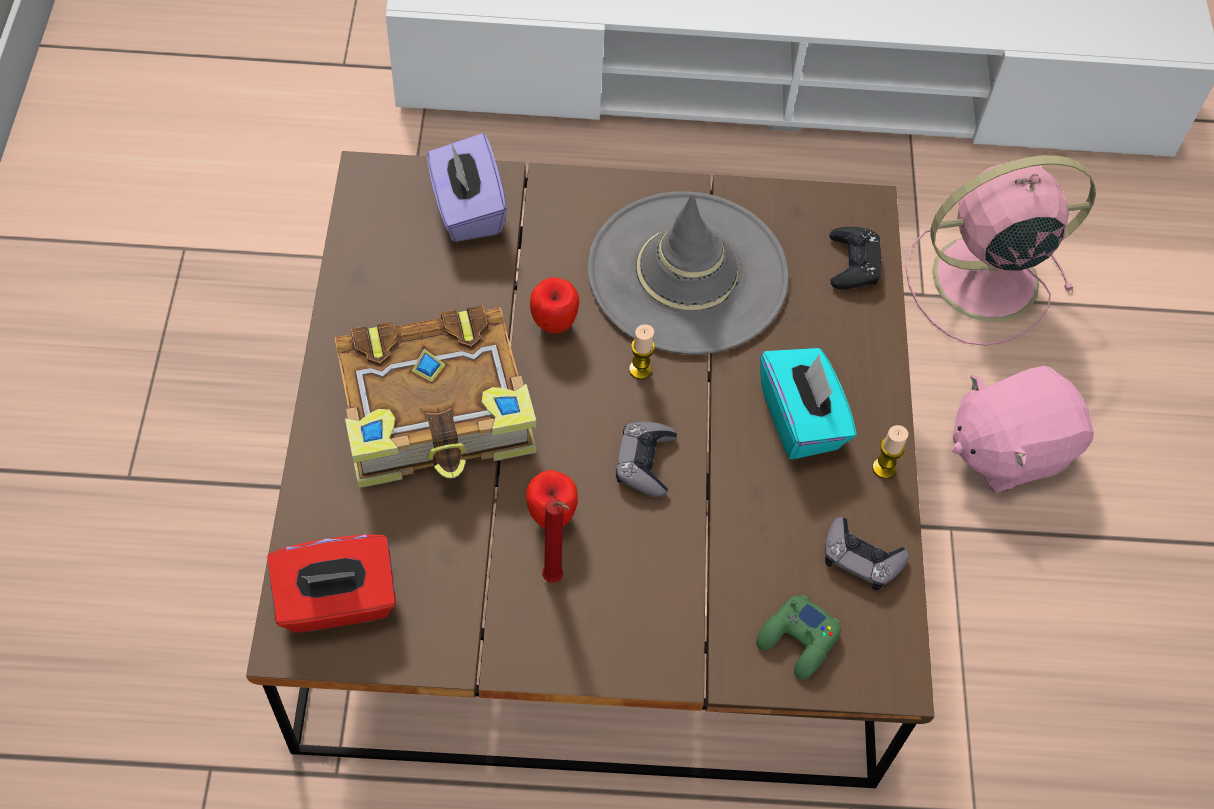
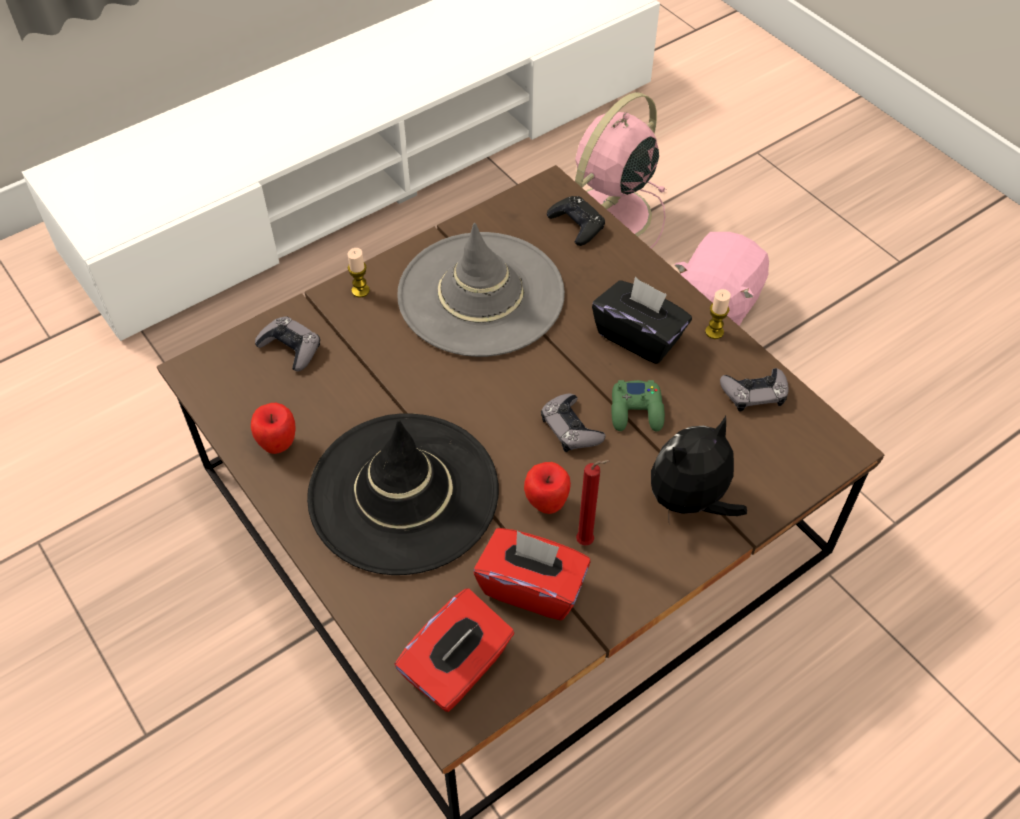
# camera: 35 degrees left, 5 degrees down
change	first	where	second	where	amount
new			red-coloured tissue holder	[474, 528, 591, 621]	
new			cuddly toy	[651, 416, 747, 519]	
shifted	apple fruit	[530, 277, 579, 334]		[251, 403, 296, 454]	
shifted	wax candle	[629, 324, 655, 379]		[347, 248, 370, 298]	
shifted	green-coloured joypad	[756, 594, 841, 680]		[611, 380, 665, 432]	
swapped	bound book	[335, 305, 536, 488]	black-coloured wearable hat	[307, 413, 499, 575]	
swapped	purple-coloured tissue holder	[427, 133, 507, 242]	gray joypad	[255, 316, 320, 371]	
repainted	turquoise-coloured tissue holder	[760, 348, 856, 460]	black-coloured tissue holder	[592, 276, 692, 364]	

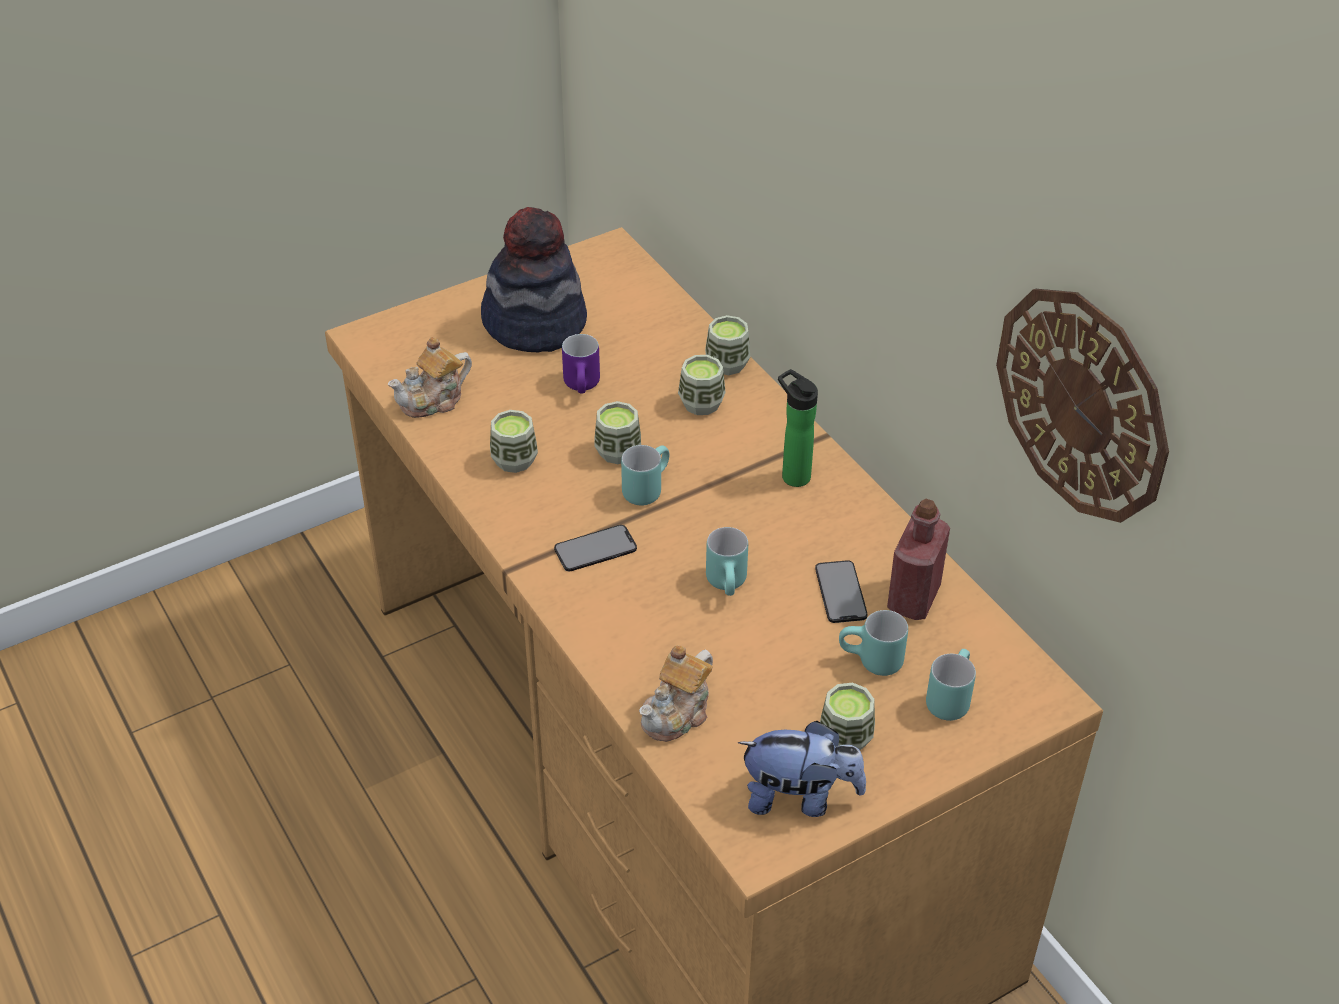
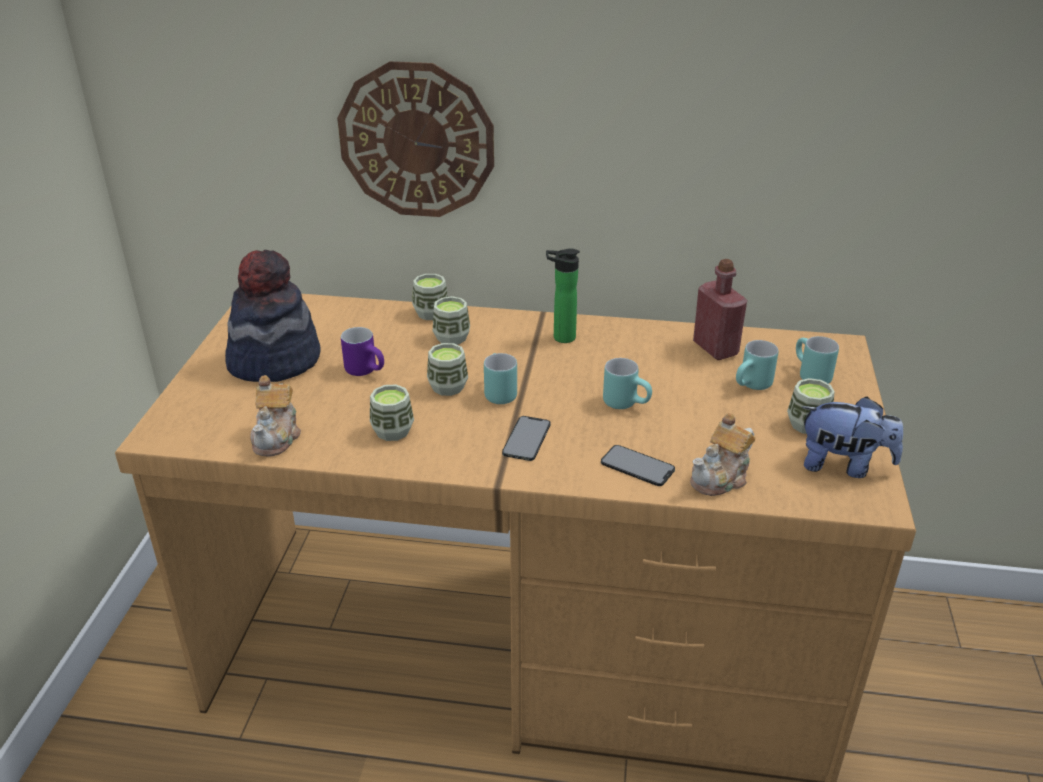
# camera: 50 degrees left, 10 degrees down
change	first	where	second	where	amount
shifted	telephone	[815, 560, 867, 623]		[601, 445, 675, 486]	
shifted	wall clock	[996, 289, 1169, 523]		[337, 61, 494, 217]	
rotated	tea pot	[639, 645, 713, 742]		[690, 413, 756, 496]	60 degrees clockwise
rotated	cuddly toy	[738, 721, 866, 817]		[802, 397, 903, 478]	60 degrees clockwise

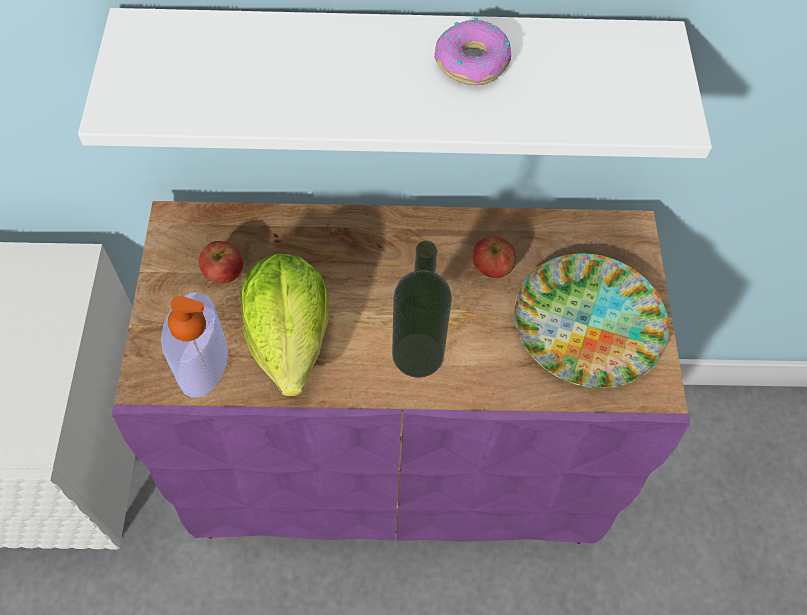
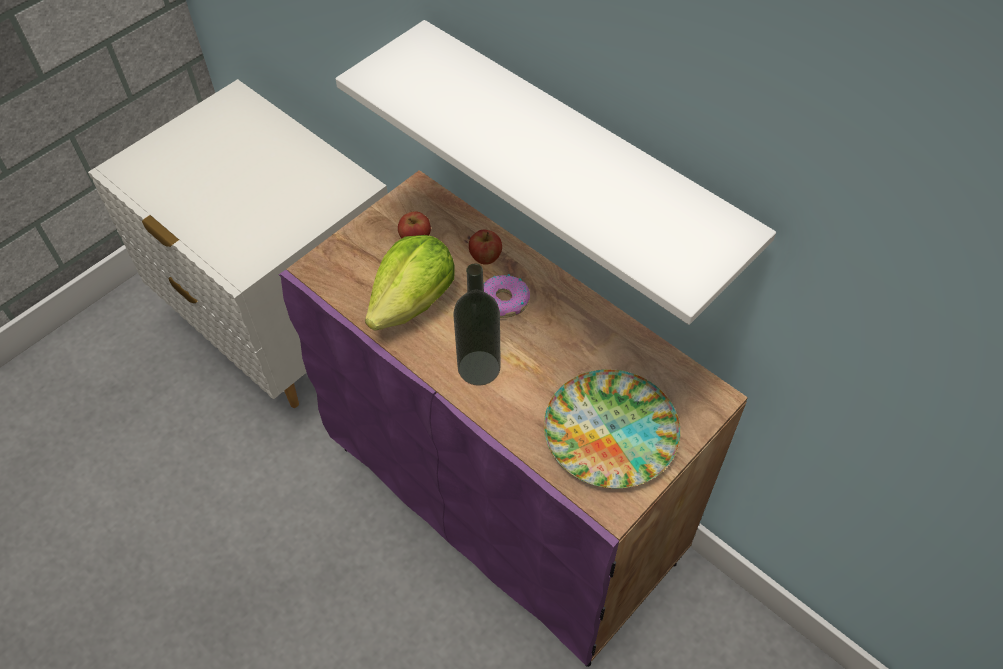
# camera: 45 degrees right, 5 degrees down
change	first	where	second	where	amount
gone	liquid soap bottle	[161, 292, 228, 398]			
shifted	donut	[434, 18, 511, 85]		[484, 274, 530, 318]	
shifted	apple fruit	[473, 236, 516, 278]		[469, 230, 502, 265]	

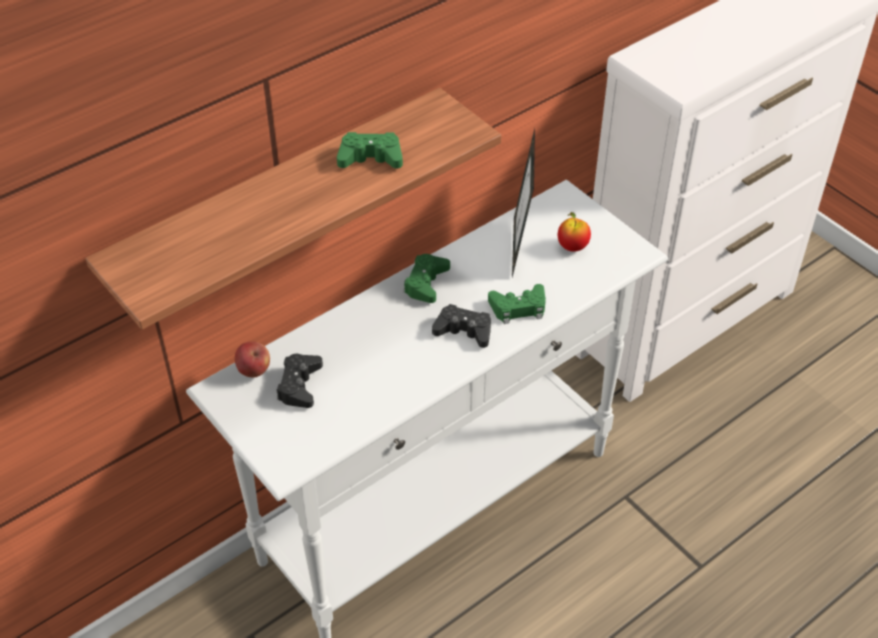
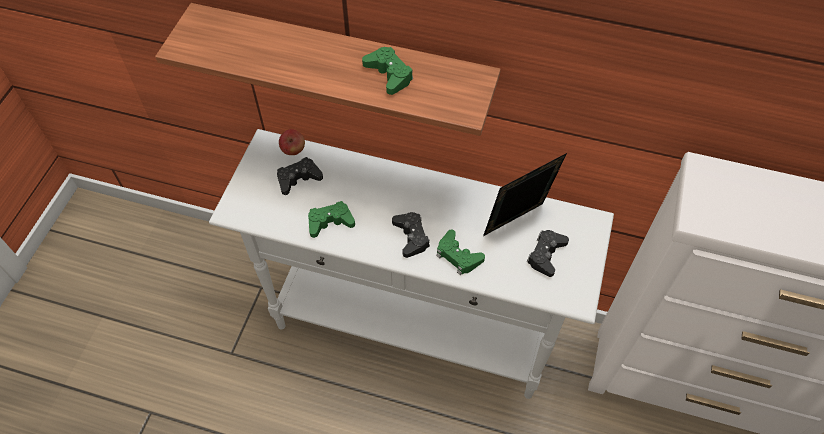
# camera: 55 degrees right, 10 degrees up
change	first	where	second	where	amount
shifted	green-coloured joypad	[403, 254, 450, 303]		[308, 201, 355, 238]	
swapped	apple fruit	[558, 212, 591, 252]	black-coloured joypad	[527, 230, 569, 277]	

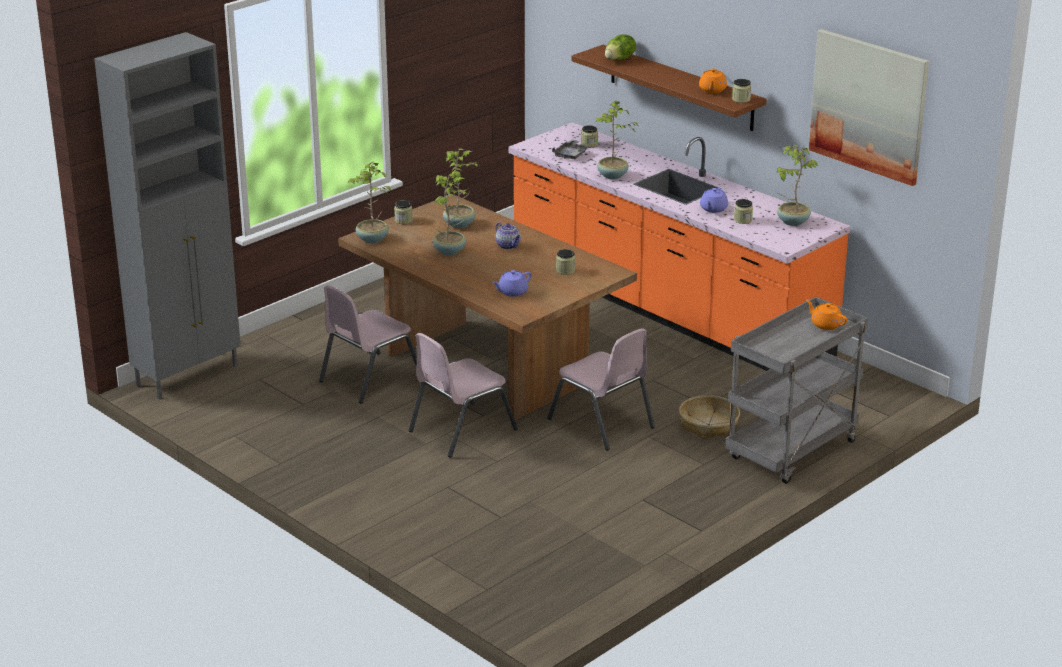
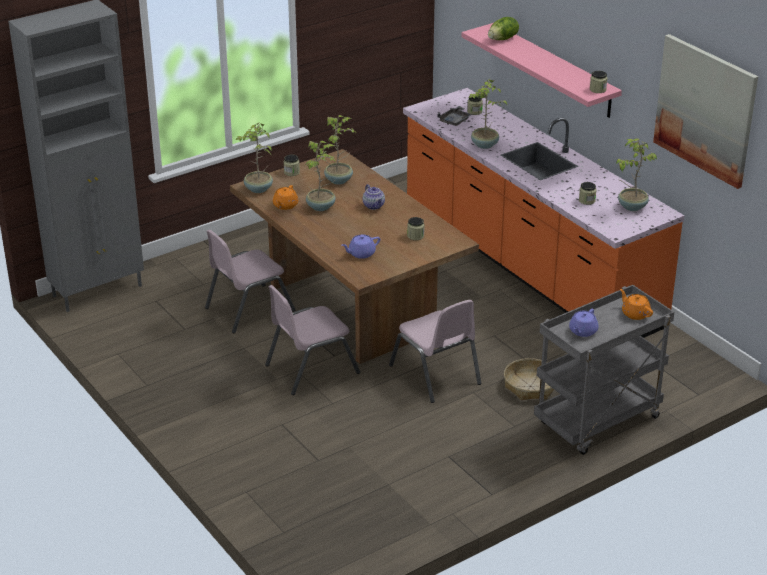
# camera: 10 degrees right, 5 degrees up
change	first	where	second	where	amount
shifted	orange tea pot	[699, 69, 727, 93]		[273, 185, 298, 210]	
shifted	purple-coloured tea pot	[700, 188, 728, 213]		[569, 309, 598, 337]	
repainted	brownish wall shelf	[572, 45, 767, 131]	pink-coloured wall shelf	[461, 23, 622, 118]	

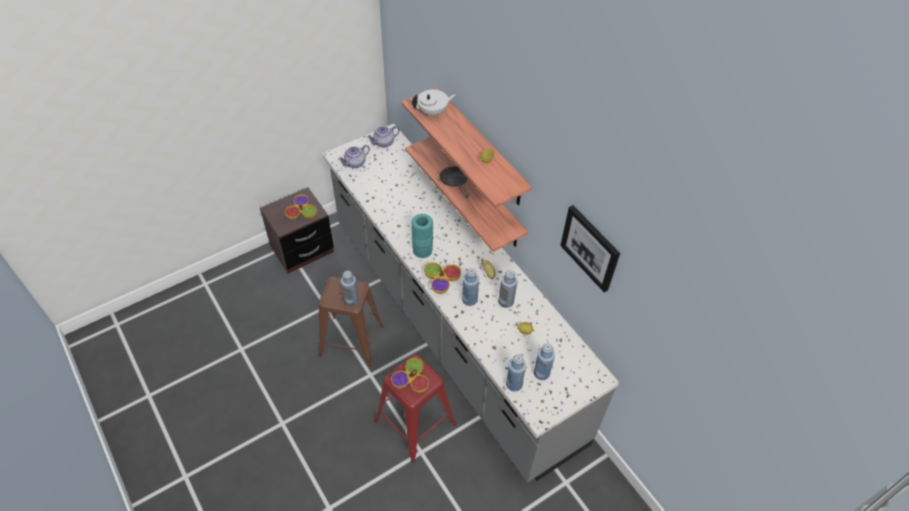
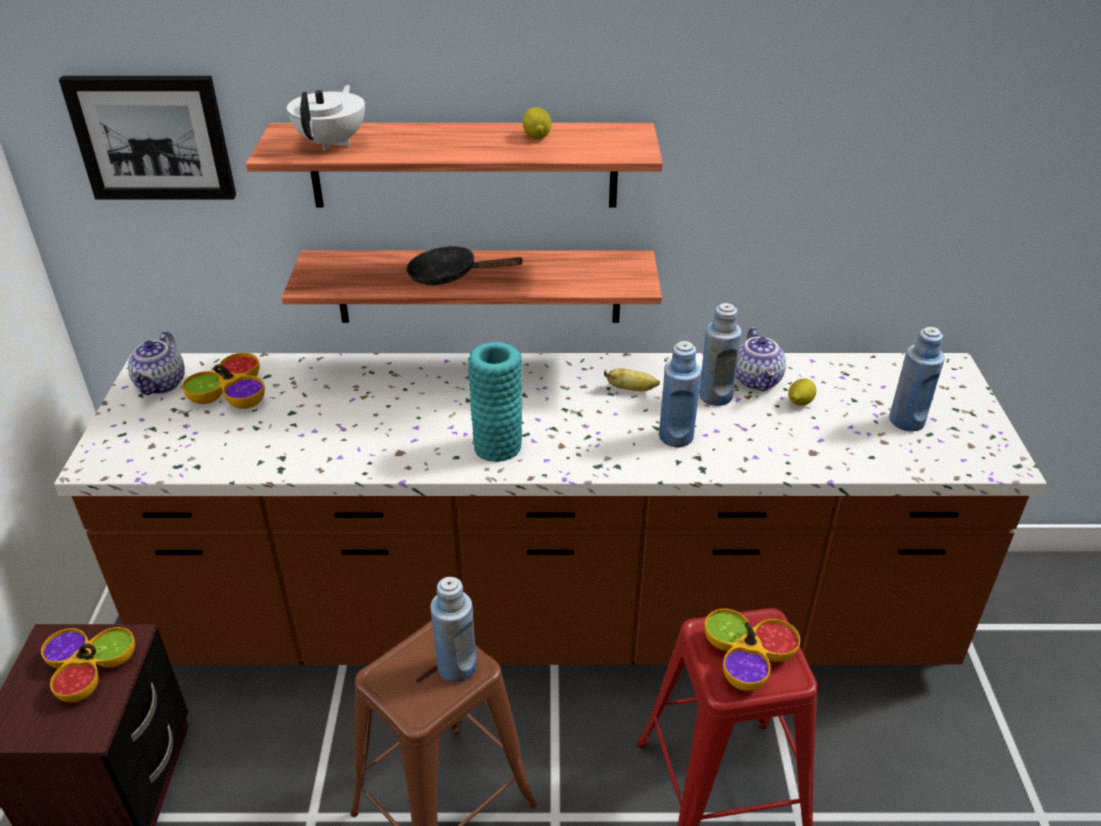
# camera: 55 degrees left, 15 degrees down
change	first	where	second	where	amount
gone	blue bottle	[506, 355, 526, 391]			
shifted	tea pot	[338, 145, 370, 168]		[736, 327, 786, 391]	
shifted	bowl	[424, 262, 461, 294]		[182, 353, 265, 409]	
shifted	wall picture	[560, 205, 620, 293]		[59, 76, 236, 200]	
repainted	gray counter	[322, 124, 619, 482]	brownish counter	[54, 353, 1047, 665]	

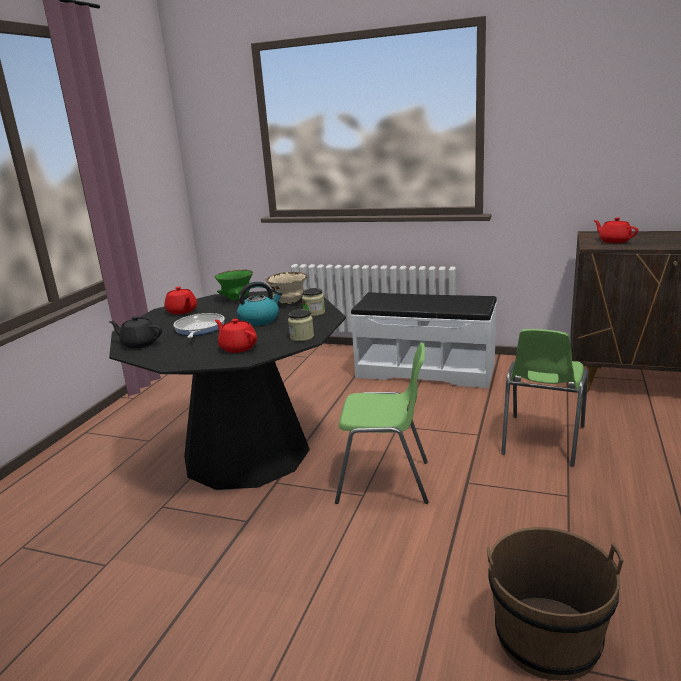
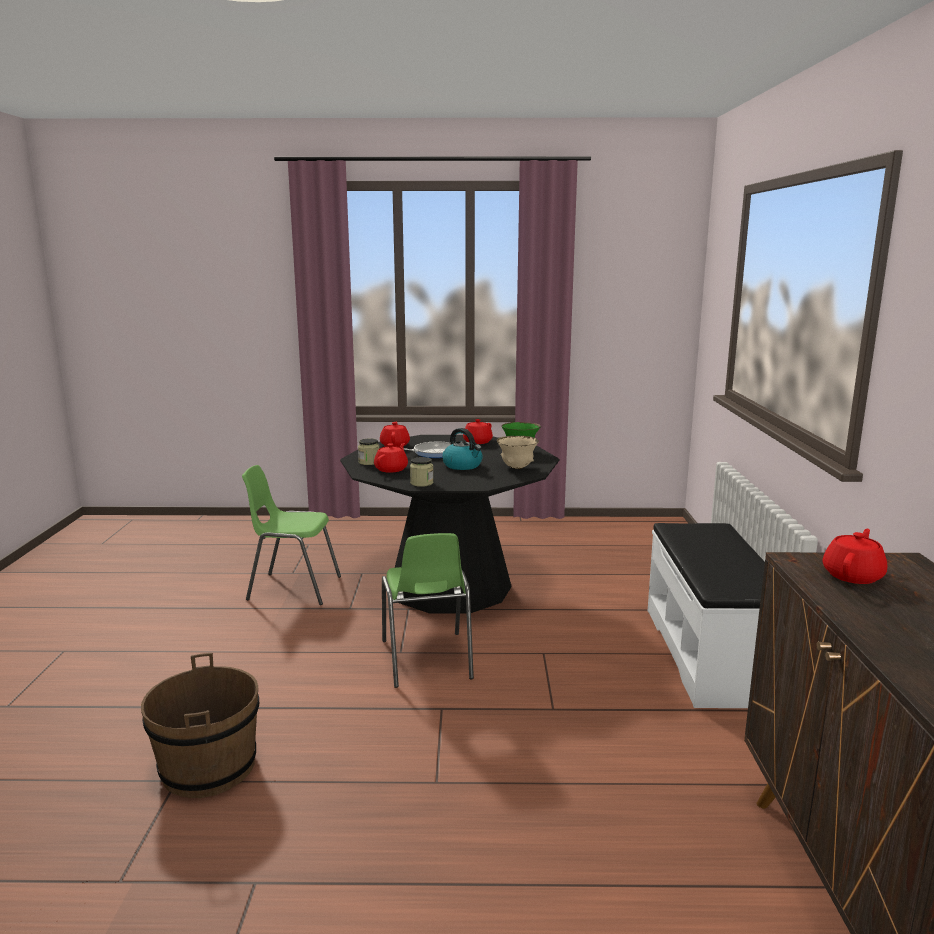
# camera: 70 degrees right, 5 degrees down
change	first	where	second	where	amount
shifted	preserve jar	[302, 288, 325, 316]		[358, 438, 379, 465]	
shifted	green-coloured upright chair	[501, 329, 588, 467]		[242, 465, 341, 605]	
repainted	black-coloured tea pot	[109, 316, 162, 348]	red-coloured tea pot	[380, 422, 410, 447]	

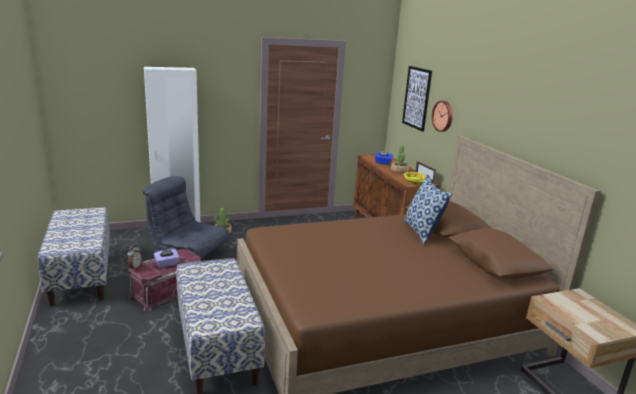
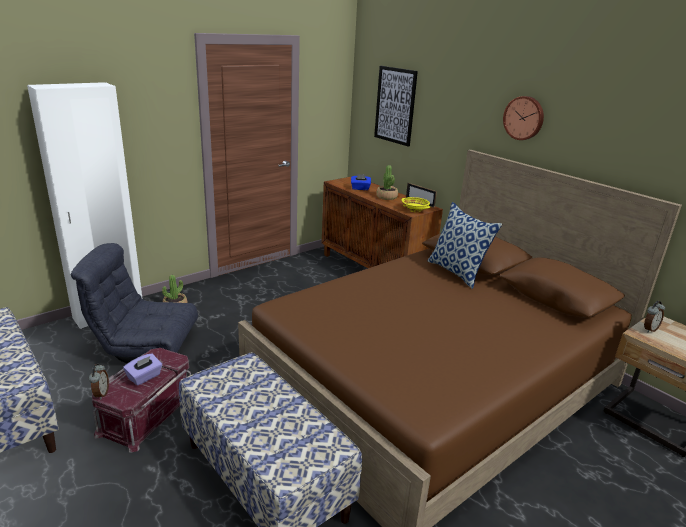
# camera: 20 degrees left, 5 degrees up
change	first	where	second	where	amount
new			alarm clock	[644, 301, 665, 332]	
shifted	wall clock	[432, 101, 452, 132]		[503, 96, 544, 140]	

